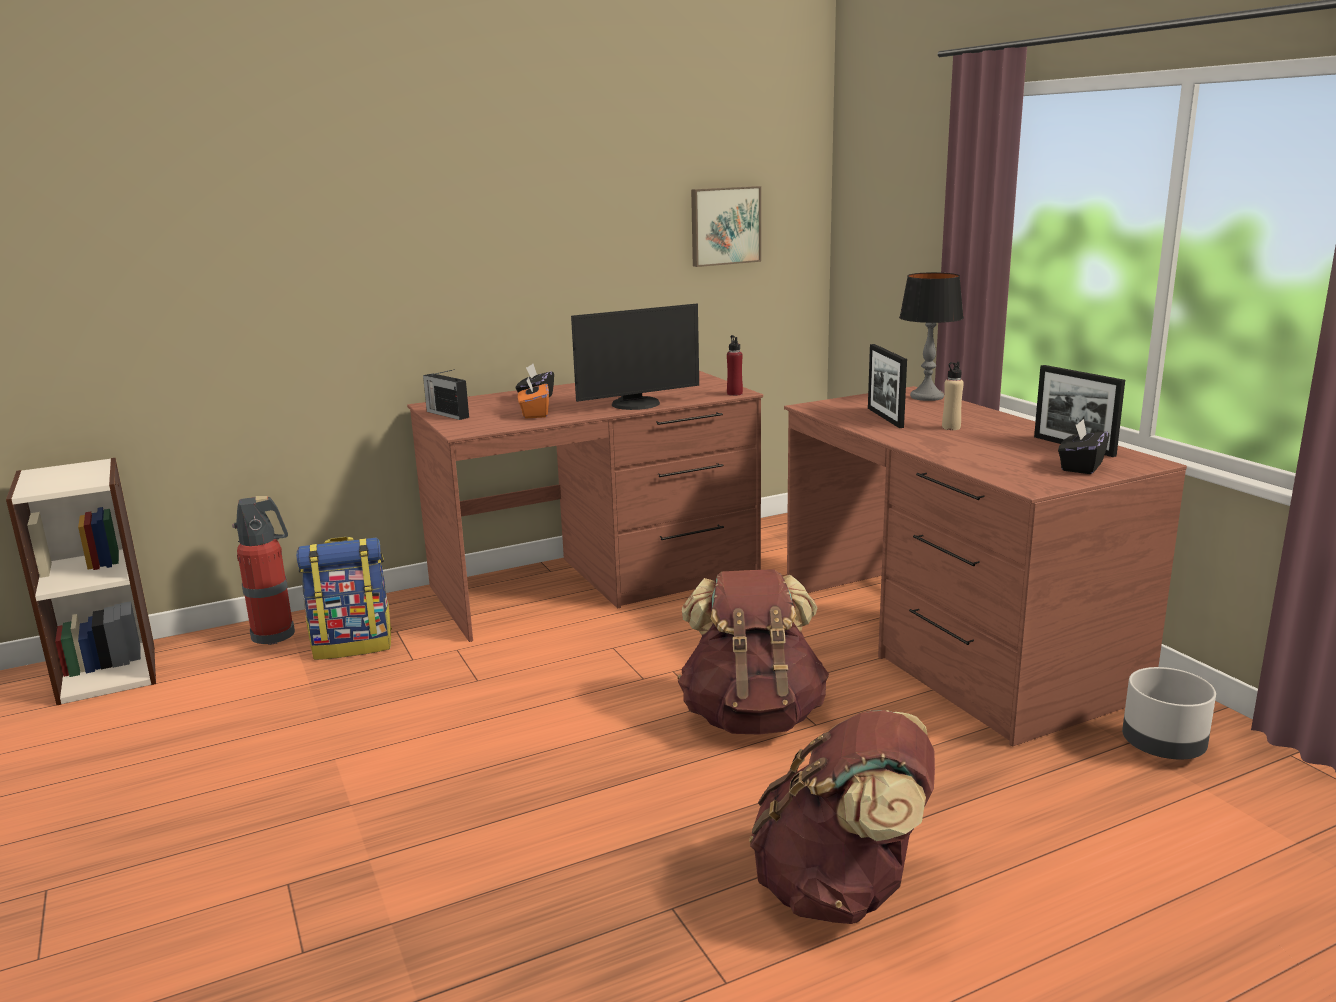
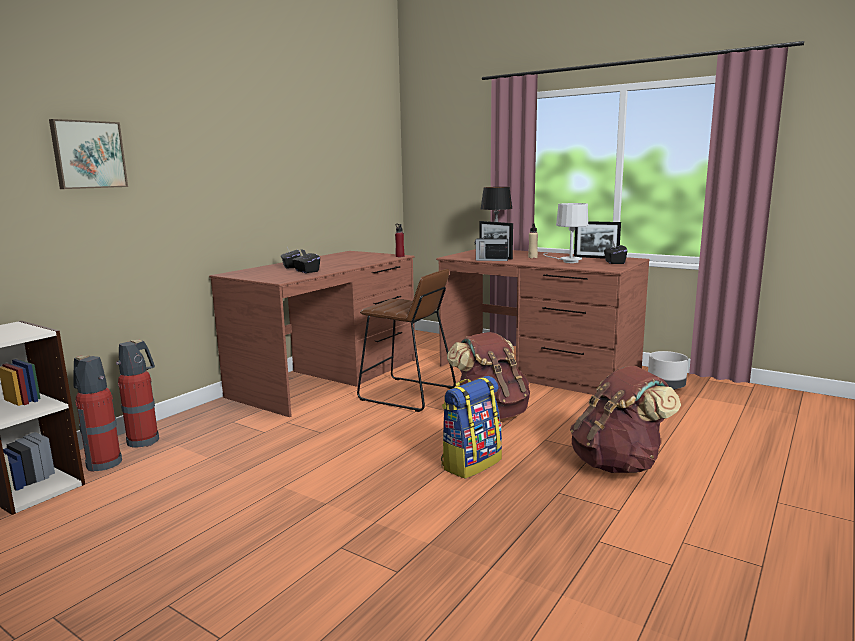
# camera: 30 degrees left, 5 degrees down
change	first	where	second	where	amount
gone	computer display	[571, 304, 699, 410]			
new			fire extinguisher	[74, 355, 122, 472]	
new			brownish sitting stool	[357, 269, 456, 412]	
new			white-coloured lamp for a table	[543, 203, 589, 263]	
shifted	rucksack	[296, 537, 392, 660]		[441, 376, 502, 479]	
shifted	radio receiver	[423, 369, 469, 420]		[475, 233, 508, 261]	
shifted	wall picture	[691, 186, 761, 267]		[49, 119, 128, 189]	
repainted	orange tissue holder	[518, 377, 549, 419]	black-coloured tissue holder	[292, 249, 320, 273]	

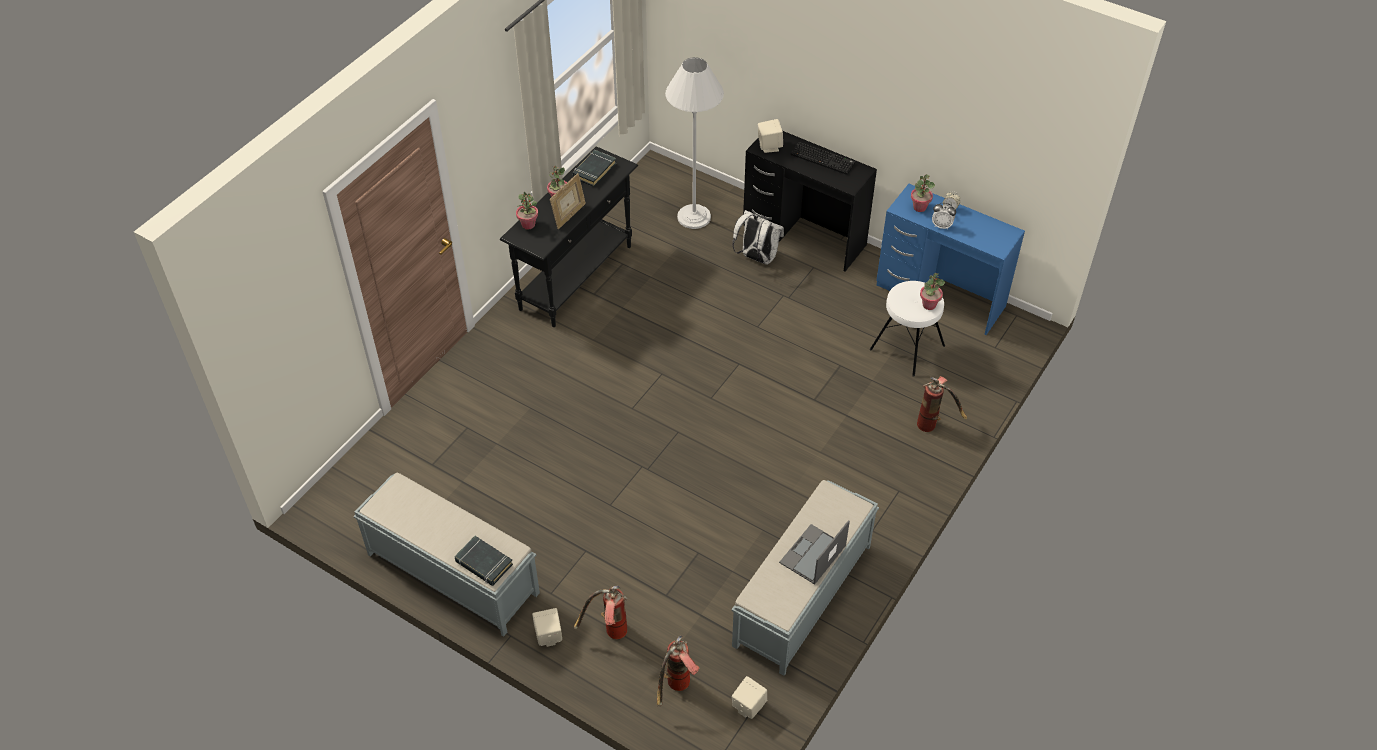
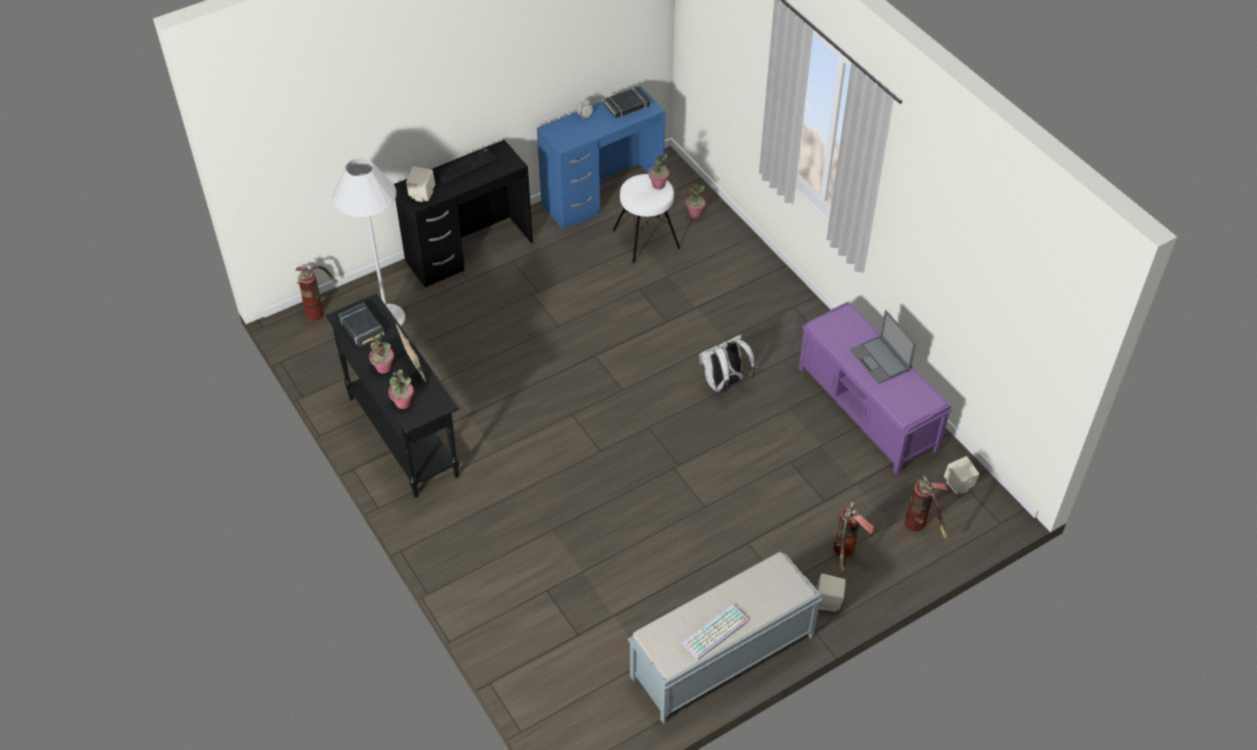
# camera: 65 degrees left, 0 degrees up
change	first	where	second	where	amount
gone	alarm clock	[932, 203, 956, 230]			
new			computer keyboard	[682, 604, 749, 660]	
shifted	black-coloured bound book	[455, 536, 513, 586]		[604, 87, 650, 118]	
shifted	white-coloured rucksack	[732, 210, 784, 265]		[699, 335, 755, 394]	
shifted	houseplant	[911, 174, 935, 212]		[686, 184, 706, 218]	
shifted	fire extinguisher	[917, 376, 967, 432]		[295, 265, 338, 321]	
repainted	gray bench	[731, 480, 879, 676]	purple-coloured bench	[799, 302, 952, 474]	

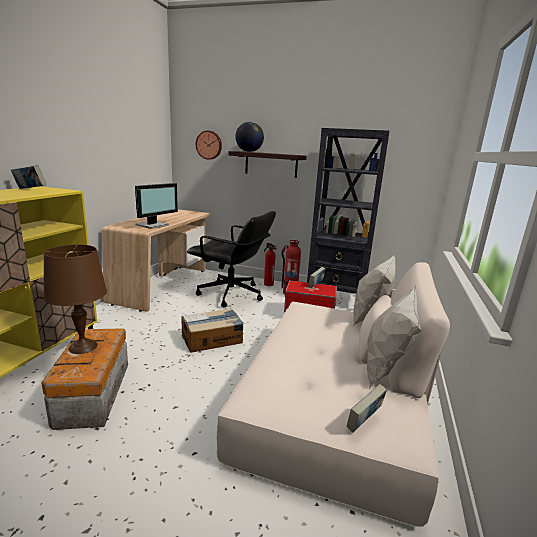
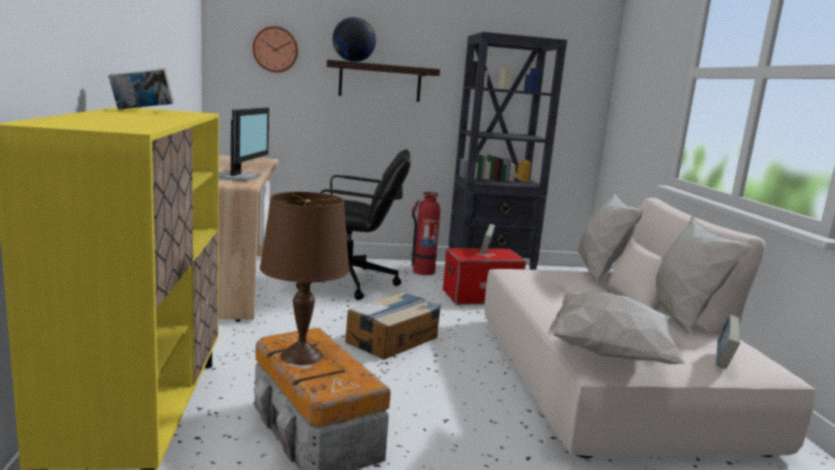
# camera: 25 degrees left, 5 degrees down
change	first	where	second	where	amount
gone	fire extinguisher	[264, 243, 277, 286]			
new			white-coloured pillow	[548, 292, 685, 365]	

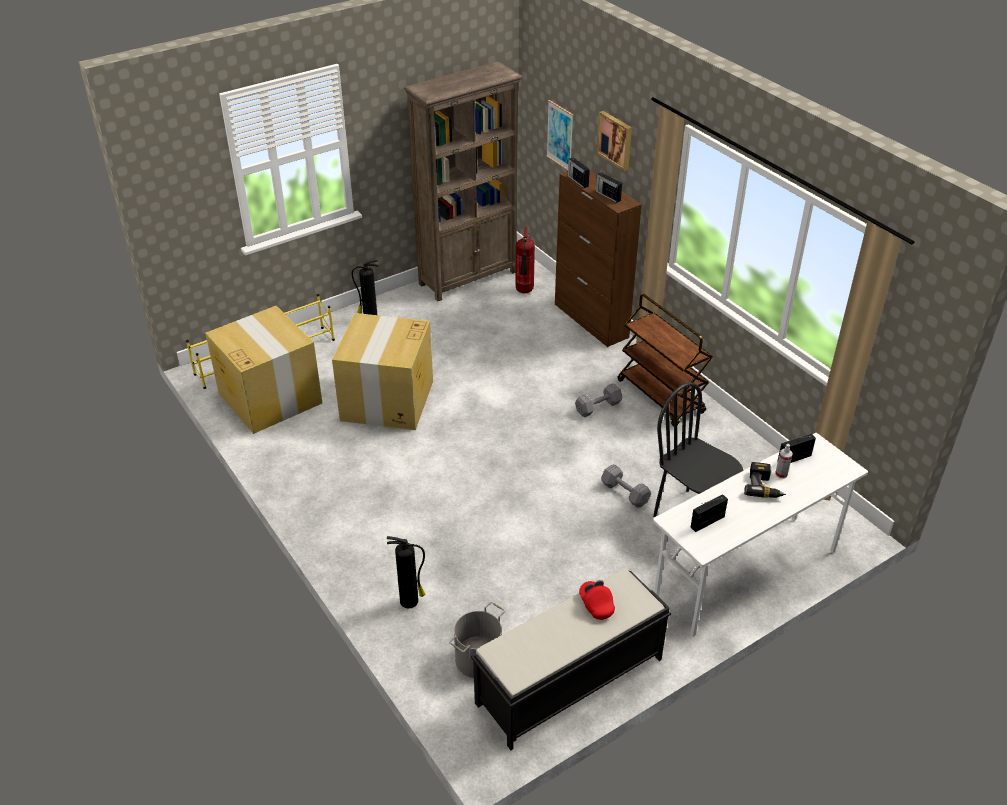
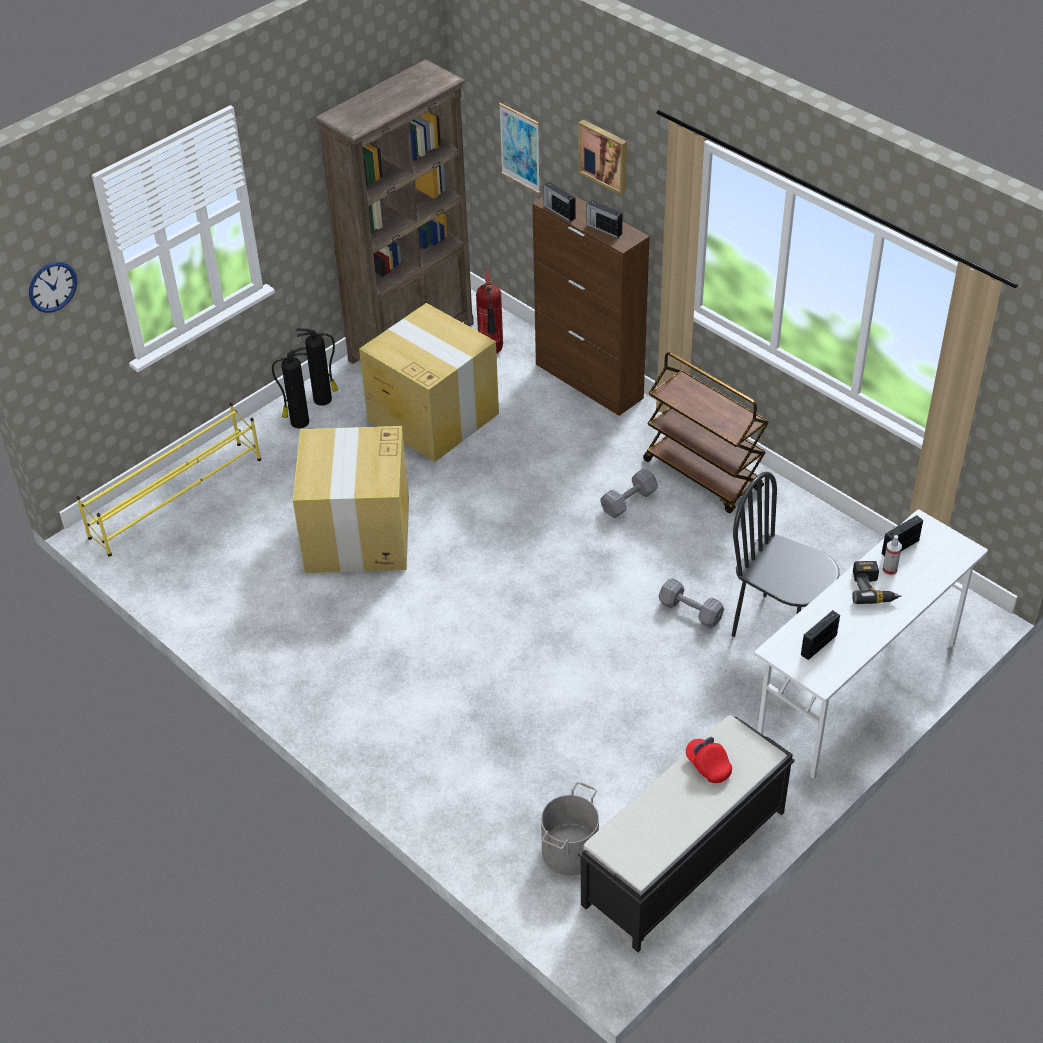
# camera: 10 degrees left, 5 degrees up
change	first	where	second	where	amount
new			wall clock	[29, 262, 77, 313]	
shifted	carton	[205, 306, 322, 434]		[359, 303, 499, 462]	
shifted	fire extinguisher	[387, 536, 425, 608]		[296, 328, 338, 406]	

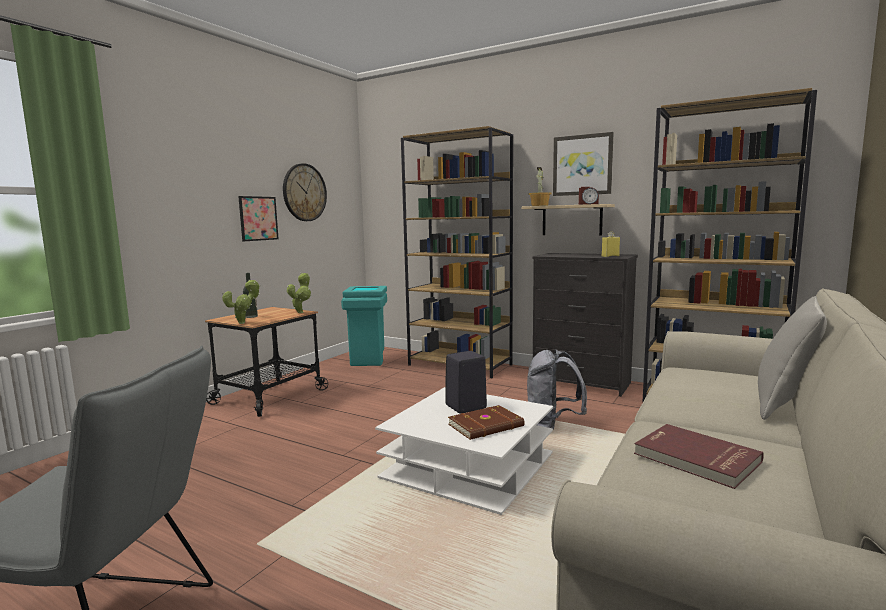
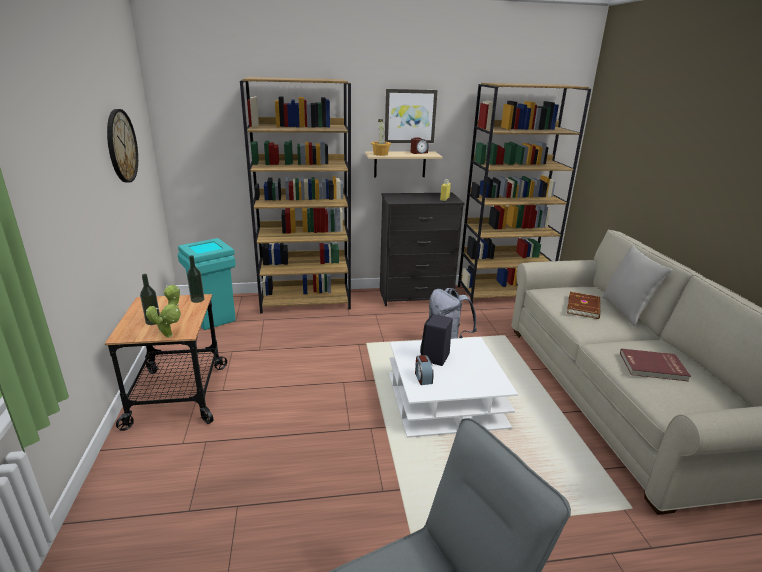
# camera: 40 degrees left, 15 degrees up
change	first	where	second	where	amount
gone	wall picture	[238, 196, 279, 241]			
new			alarm clock	[415, 355, 434, 385]	
shifted	brownish bound book	[448, 405, 525, 440]		[567, 292, 601, 319]	
swapped	houseplant	[287, 273, 311, 313]	bottle	[187, 255, 204, 303]	

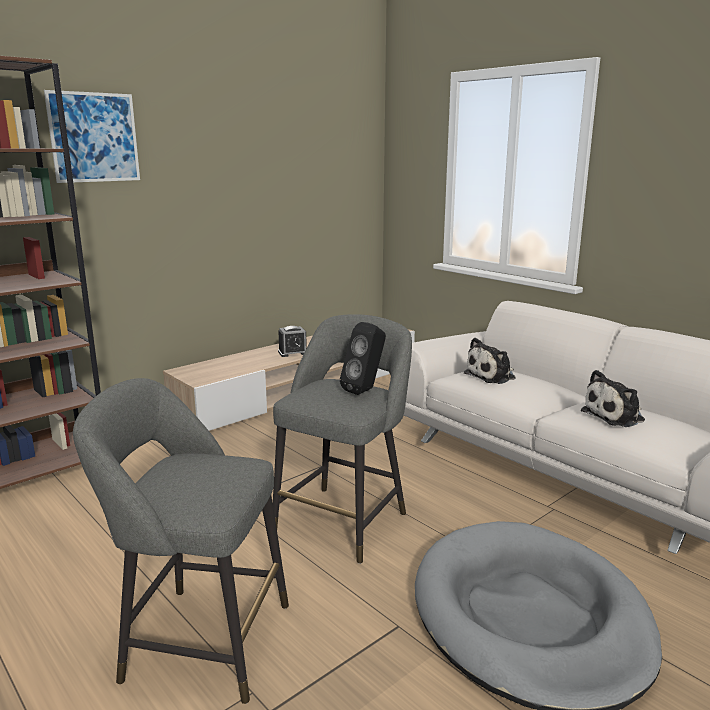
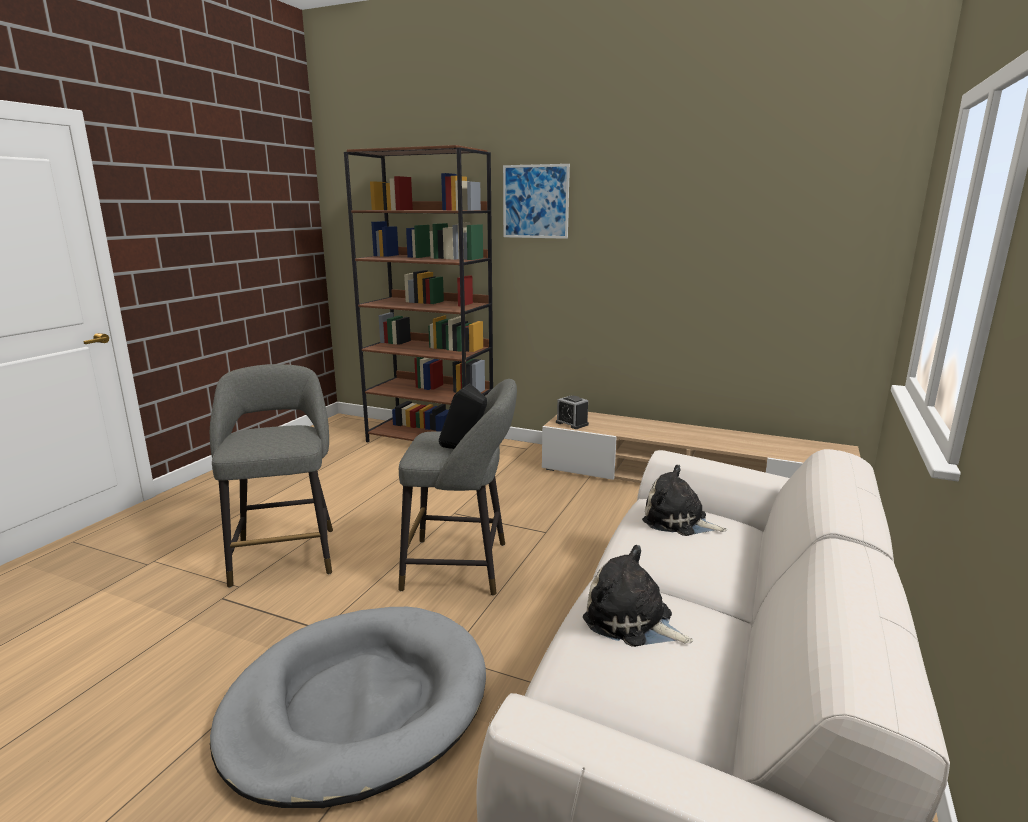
# camera: 65 degrees right, 0 degrees up
change	first	where	second	where	amount
shifted	alarm clock	[278, 326, 307, 357]		[556, 395, 589, 429]	

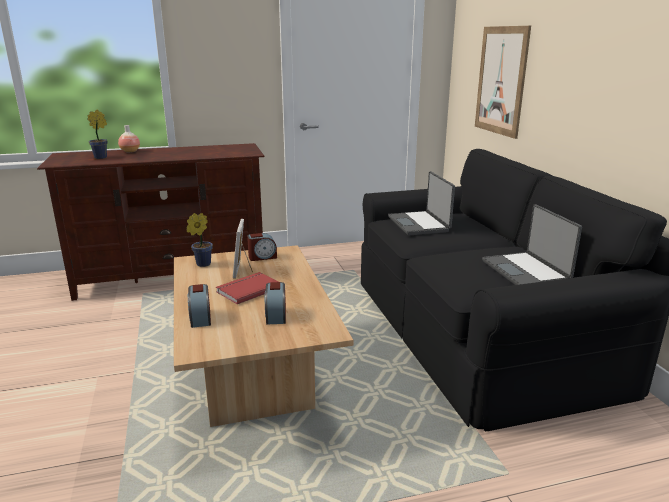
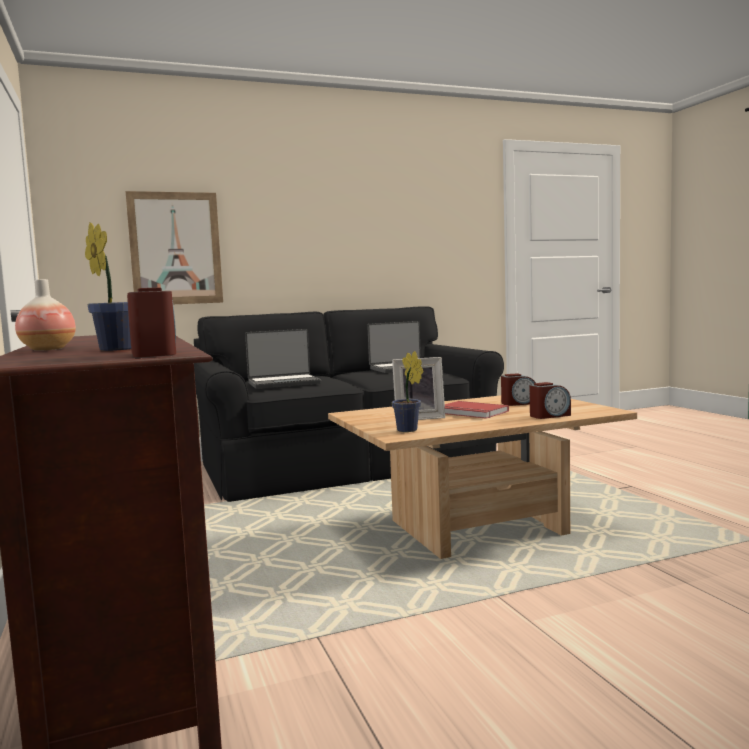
# camera: 95 degrees left, 15 degrees down
change	first	where	second	where	amount
shifted	alarm clock	[247, 233, 277, 261]		[127, 287, 176, 358]	

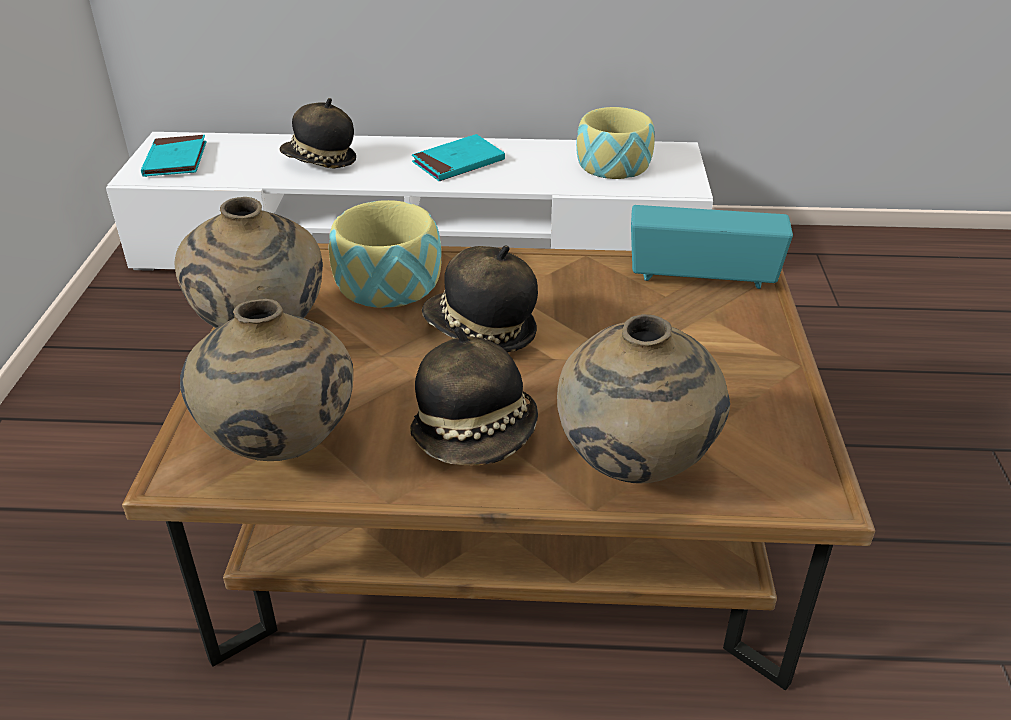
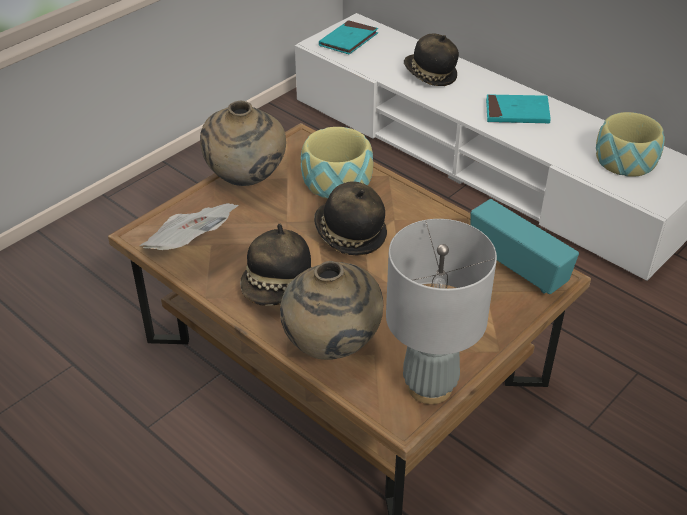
# camera: 40 degrees right, 5 degrees up
change	first	where	second	where	amount
new			gray lamp for a table	[386, 219, 497, 404]	
swapped	beige-coloured flower vase	[180, 299, 353, 461]	newspaper	[139, 203, 238, 250]	

